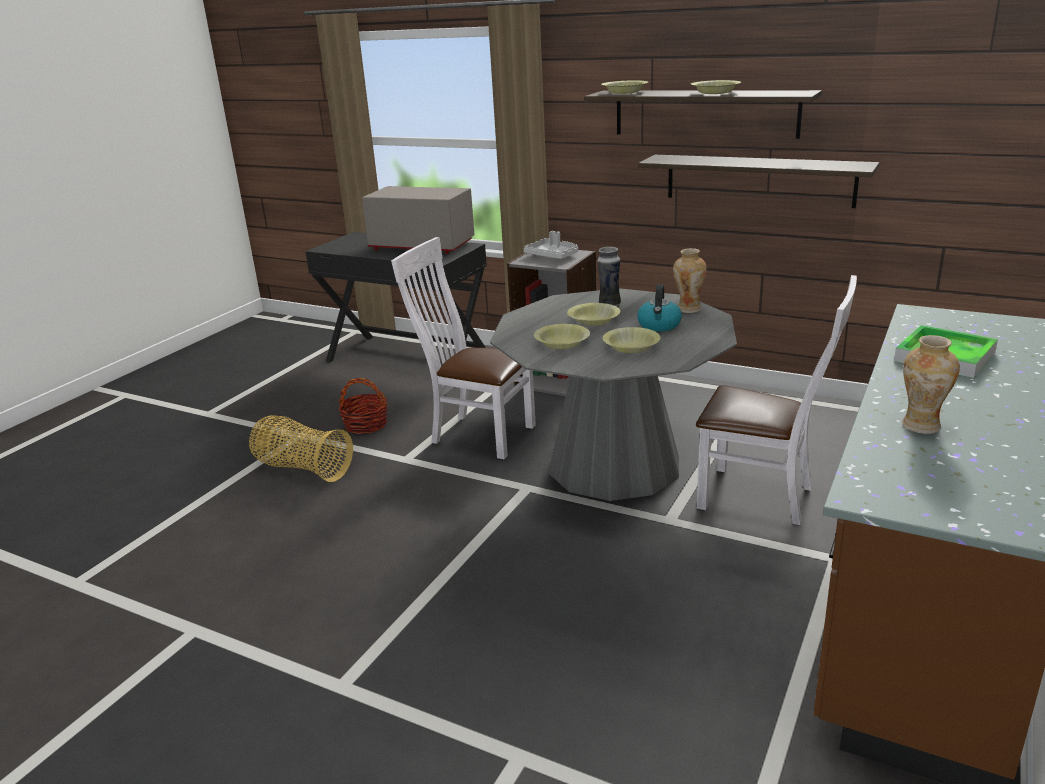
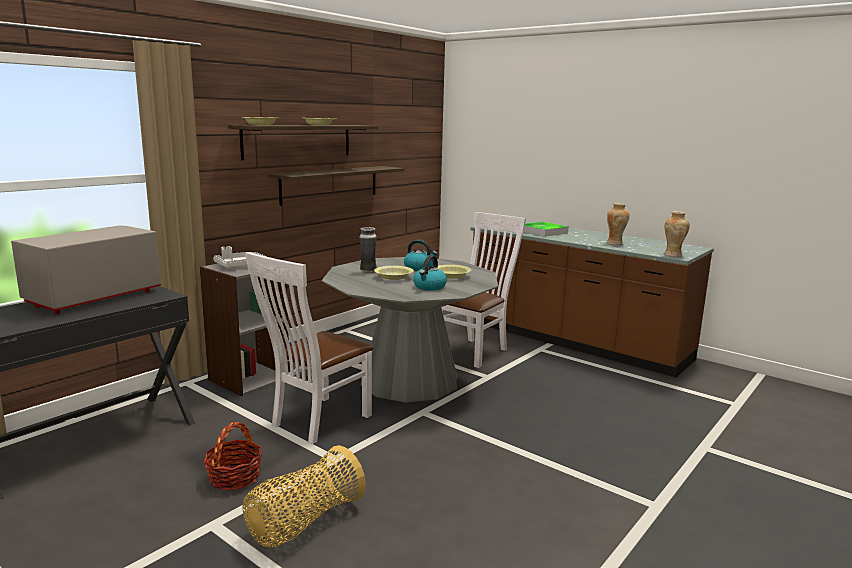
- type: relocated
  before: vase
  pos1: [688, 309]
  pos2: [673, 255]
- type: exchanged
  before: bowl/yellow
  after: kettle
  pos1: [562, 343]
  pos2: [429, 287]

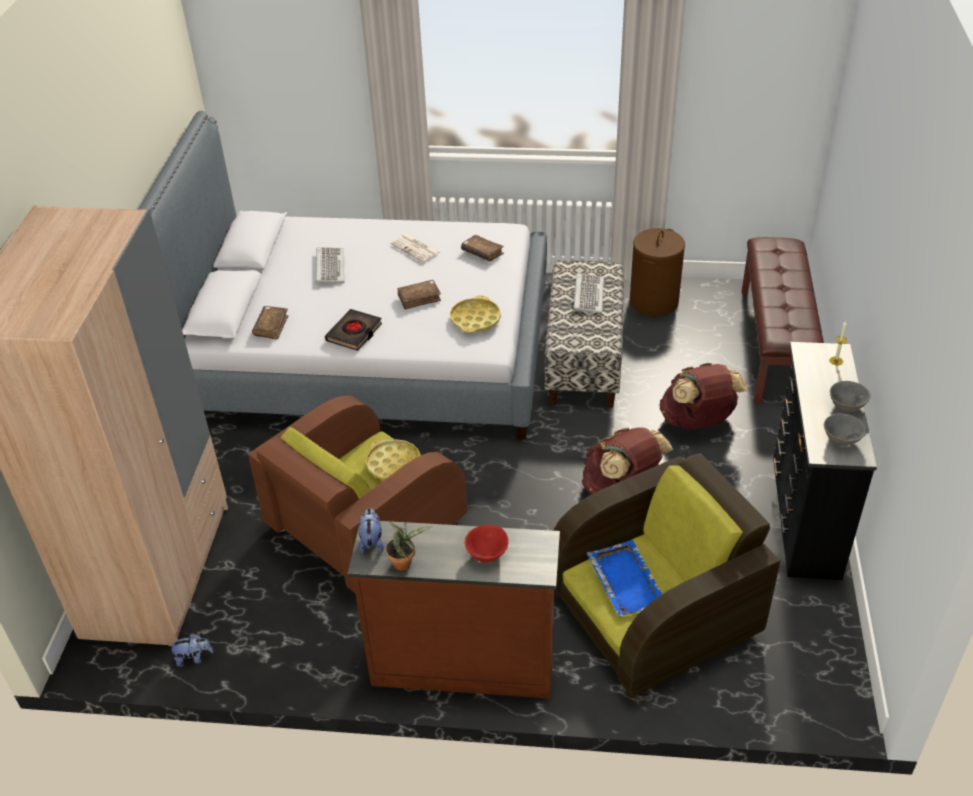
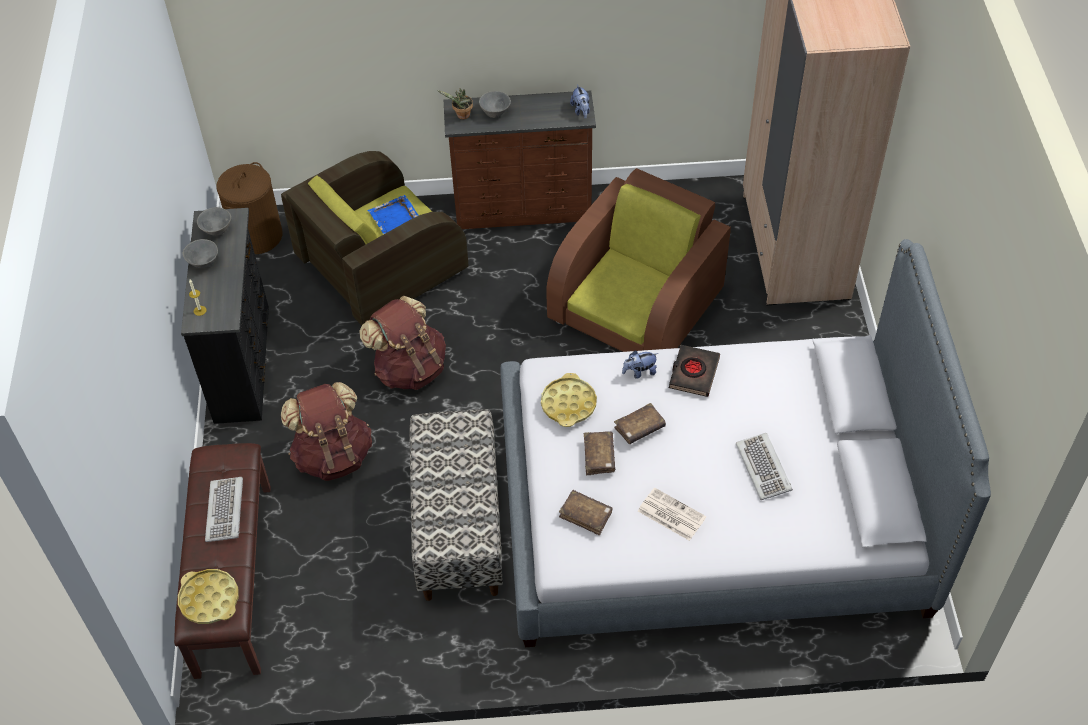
- type: relocated
  before: plush toy
  pos1: [194, 658]
  pos2: [639, 372]
- type: relocated
  before: book/brown
  pos1: [271, 327]
  pos2: [599, 456]
- type: relocated
  before: tray/yellow
  pos1: [394, 464]
  pos2: [209, 599]
- type: relocated
  before: potted plant
  pos1: [404, 562]
  pos2: [461, 116]
- type: relocated
  before: keyboard
  pos1: [588, 295]
  pos2: [225, 511]
- type: relocated
  before: laundry basket/brown
  pos1: [653, 302]
  pos2: [257, 236]
- type: colour
  before: bowl/red
  after: bowl/grey
  pos1: [486, 554]
  pos2: [496, 112]

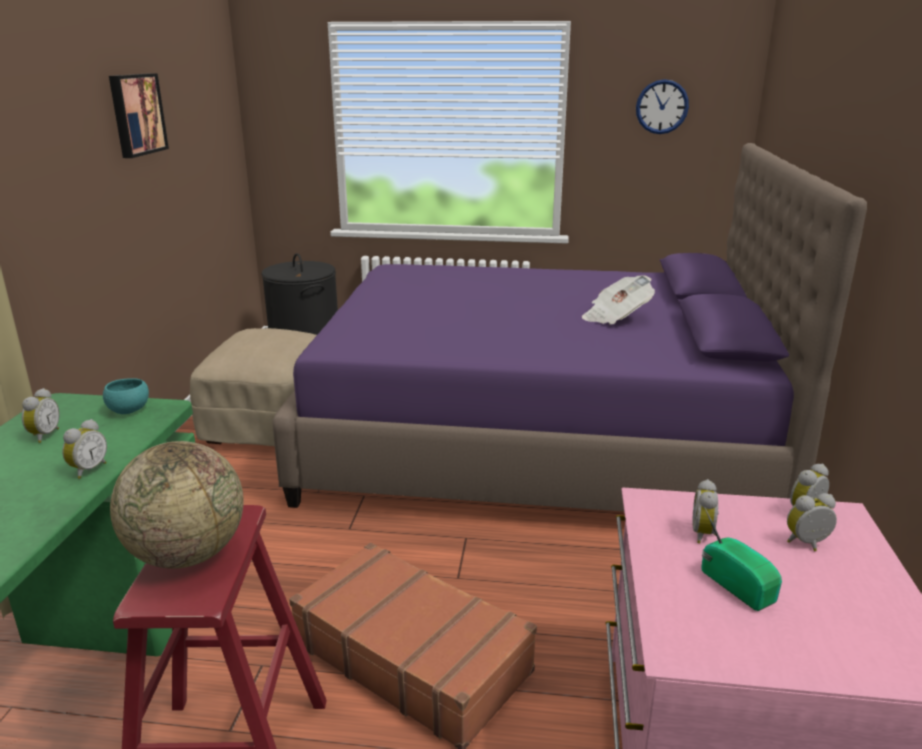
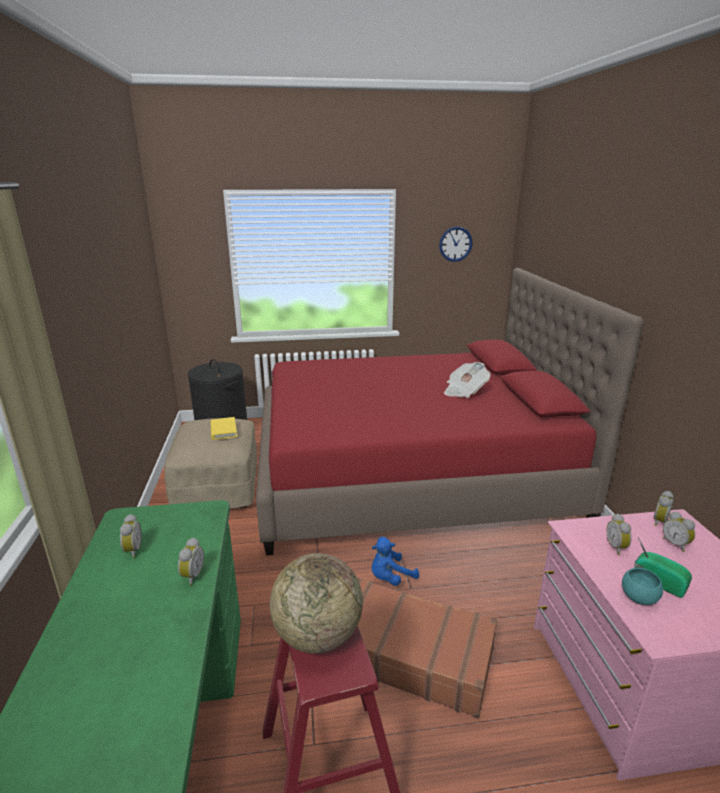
- type: missing
  before: picture
  pos1: [136, 114]
- type: appeared
  after: book/yellow
  pos2: [223, 430]
- type: appeared
  after: plush toy/blue
  pos2: [390, 578]
- type: relocated
  before: bowl/turquoise
  pos1: [129, 410]
  pos2: [638, 598]
- type: colour
  before: bed/purple
  after: bed/red
  pos1: [537, 437]
  pos2: [410, 473]
- type: spun
  before: alarm clock
  pos1: [808, 544]
  pos2: [675, 544]
  turn: -90

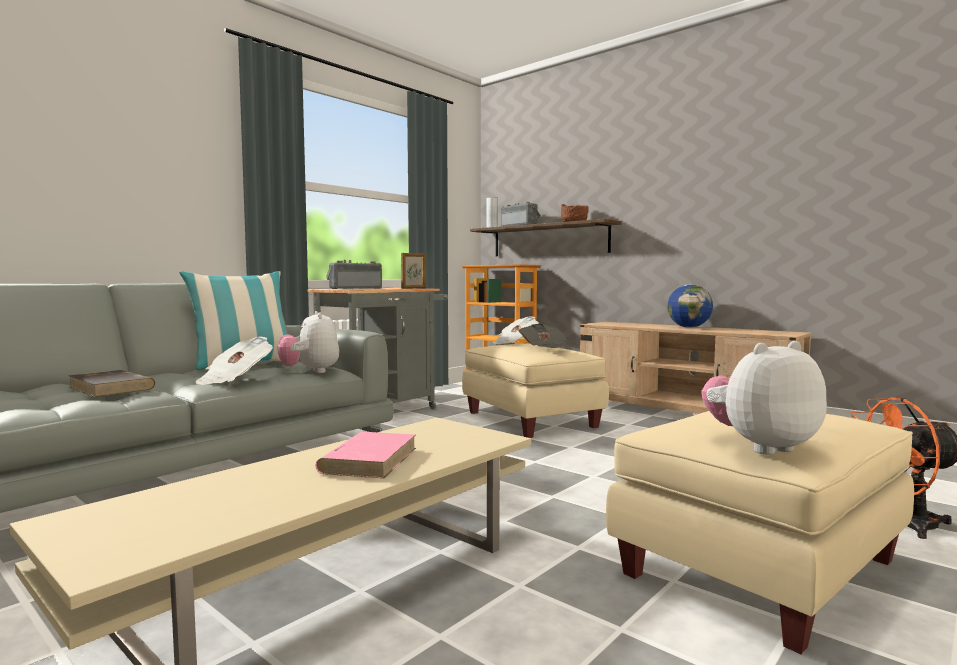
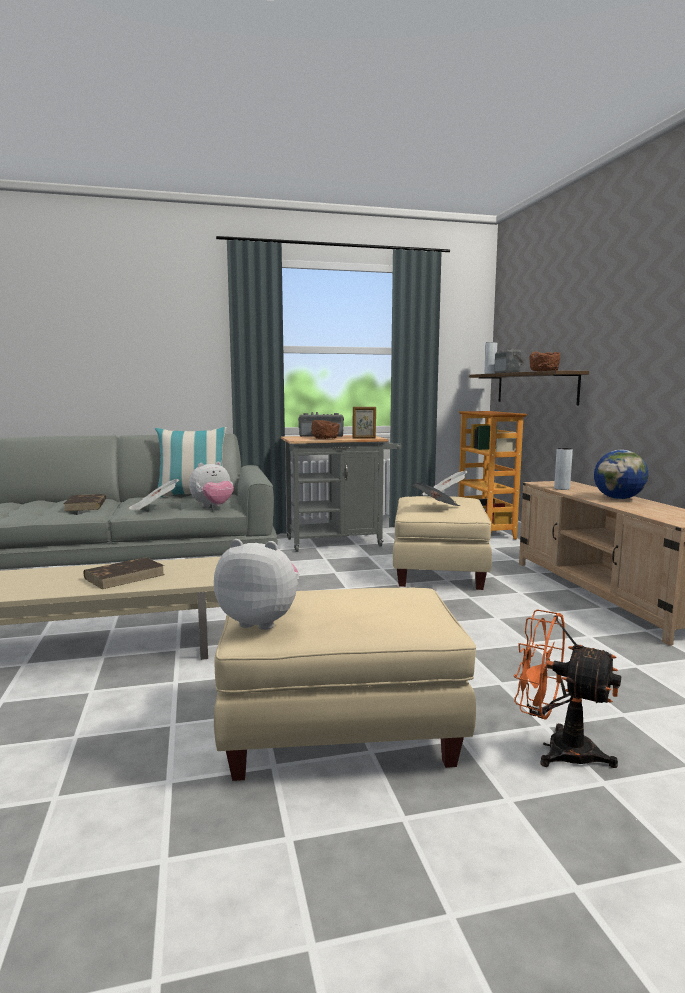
- type: appeared
  after: bowl/brown
  pos2: [325, 438]
- type: appeared
  after: vase/grey
  pos2: [562, 488]
- type: colour
  before: book/pink
  after: book/brown
  pos1: [369, 459]
  pos2: [125, 576]
- type: spun
  before: plush toy
  pos1: [310, 372]
  pos2: [213, 507]
  turn: -135

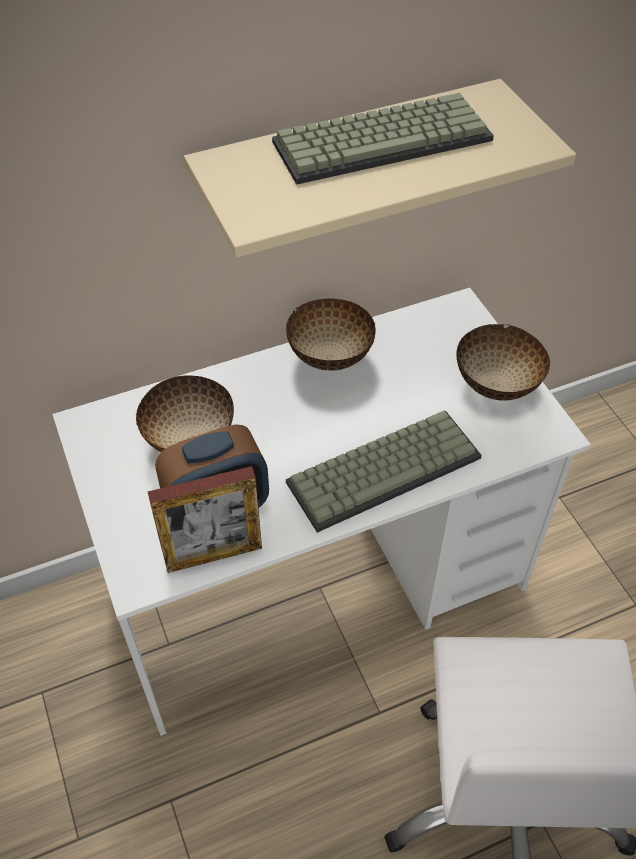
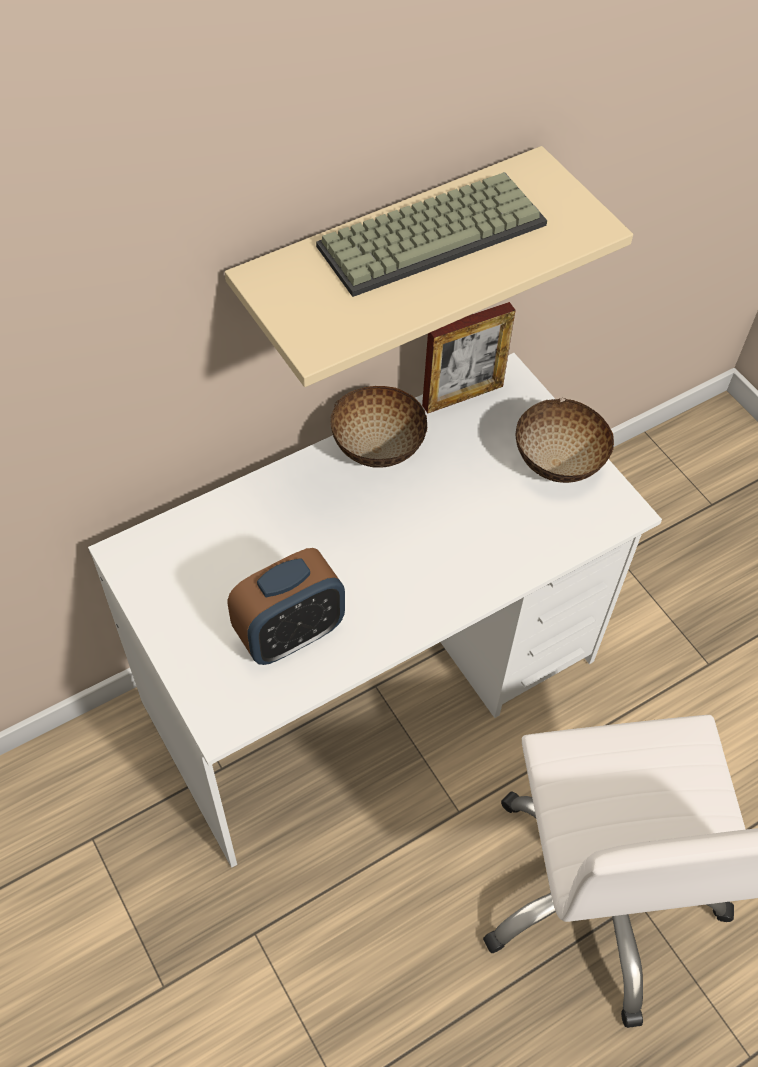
- type: missing
  before: bowl
  pos1: [188, 438]
- type: missing
  before: keyboard
  pos1: [384, 467]
- type: relocated
  before: picture frame
  pos1: [213, 555]
  pos2: [462, 396]

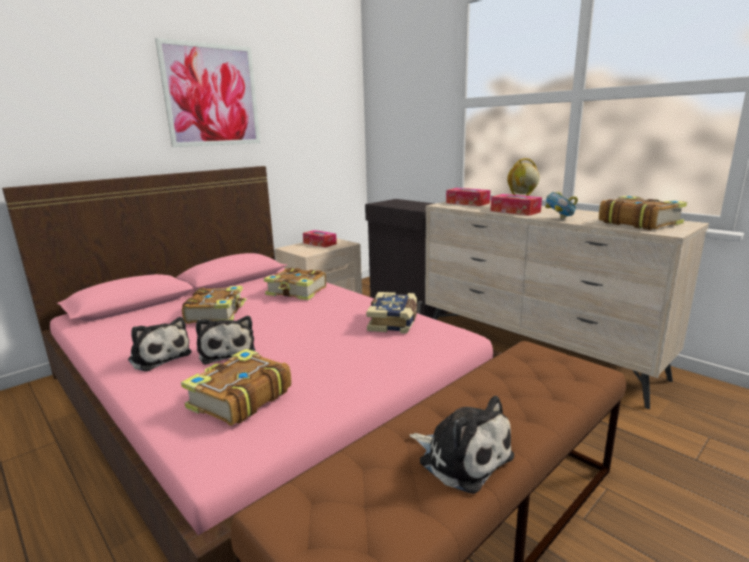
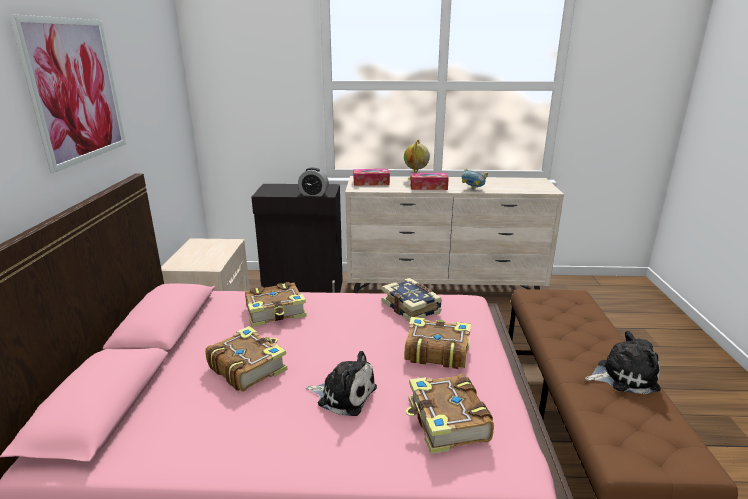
- type: missing
  before: plush toy
  pos1: [159, 356]
- type: missing
  before: tissue box
  pos1: [320, 243]
- type: appeared
  after: alarm clock
  pos2: [313, 194]
- type: relocated
  before: book
  pos1: [638, 223]
  pos2: [436, 351]

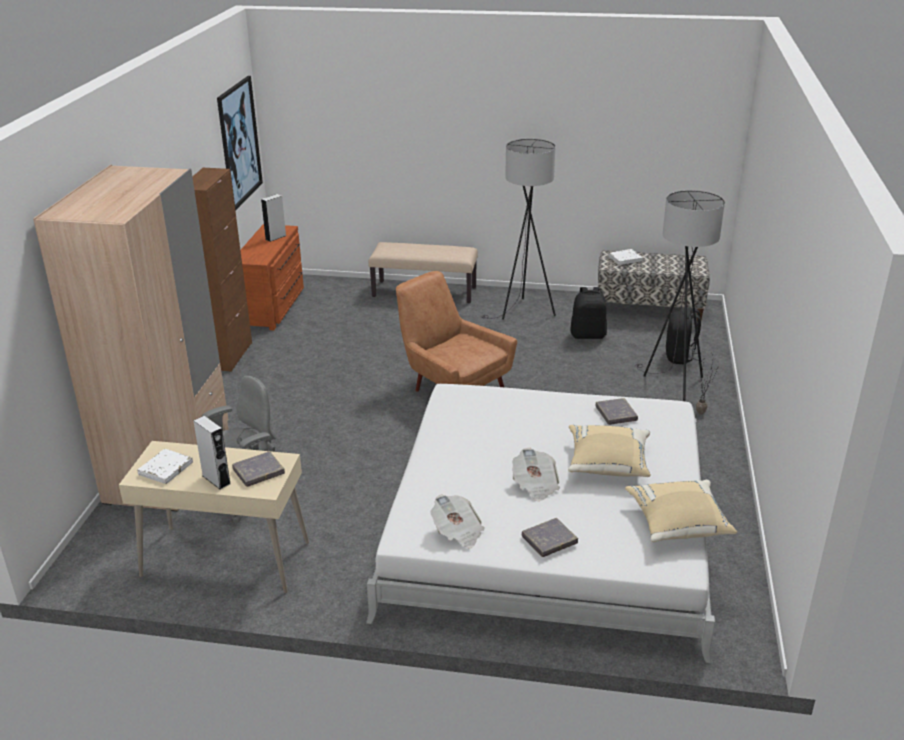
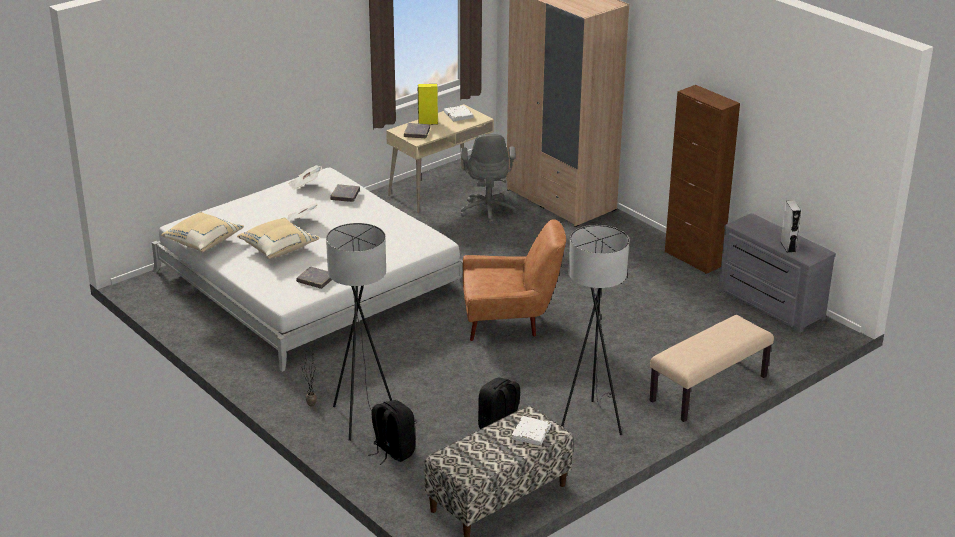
- type: missing
  before: picture
  pos1: [239, 143]
- type: relocated
  before: book/grey
  pos1: [549, 540]
  pos2: [345, 195]
- type: colour
  before: speaker/grey
  after: speaker/yellow
  pos1: [216, 479]
  pos2: [428, 123]
- type: colour
  before: dresser/brown
  after: dresser/grey
  pos1: [274, 307]
  pos2: [769, 305]

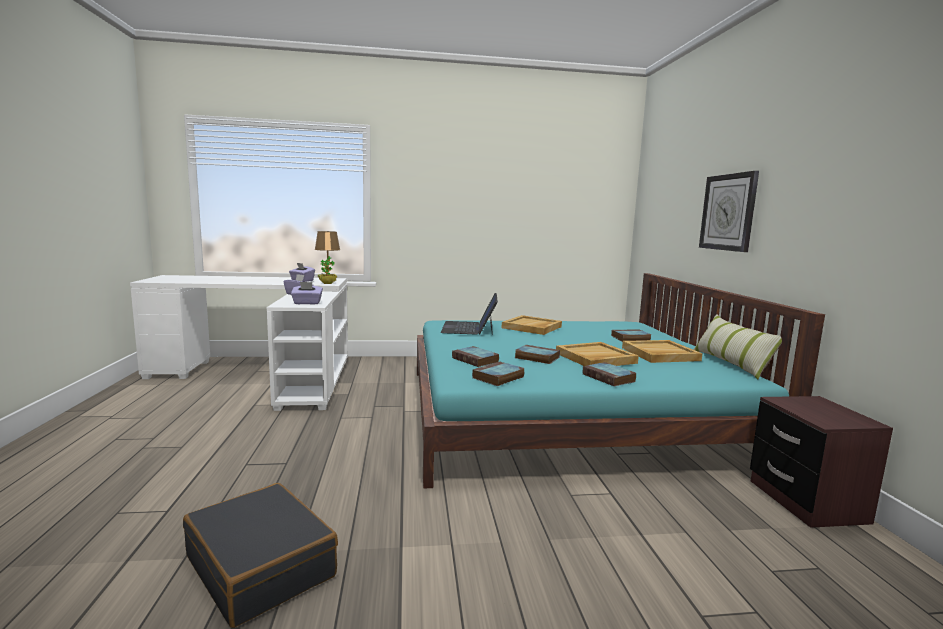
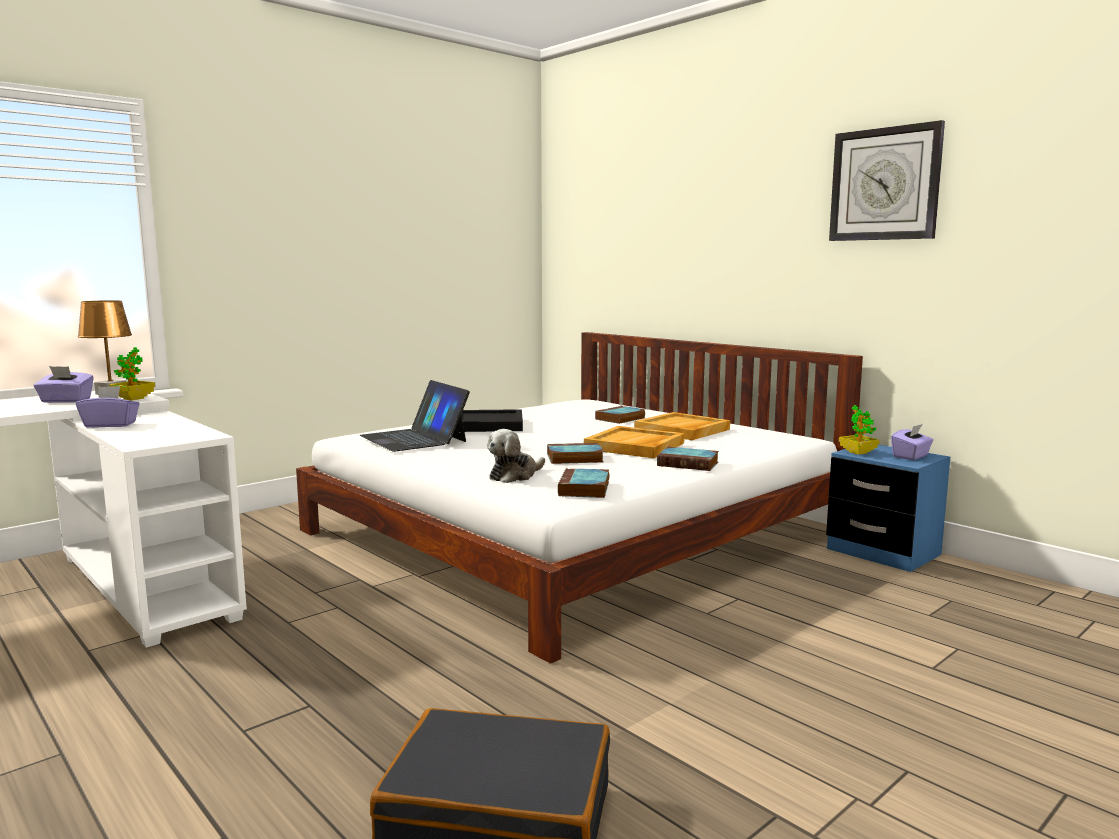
- type: missing
  before: pillow
  pos1: [731, 364]
- type: appeared
  after: potted plant
  pos2: [858, 452]
- type: relocated
  before: tissue box/purple
  pos1: [307, 303]
  pos2: [911, 456]
- type: relocated
  before: wall clock
  pos1: [728, 212]
  pos2: [885, 184]
- type: exchanged
  before: book
  after: plush toy
  pos1: [476, 360]
  pos2: [515, 475]
- type: colour
  before: bed/turquoise
  after: bed/white
  pos1: [564, 411]
  pos2: [574, 530]
- type: colour
  before: tray/beige
  after: tray/black
  pos1: [532, 327]
  pos2: [489, 425]
- type: colour
  before: nightstand/brown
  after: nightstand/blue
  pos1: [806, 501]
  pos2: [883, 552]

